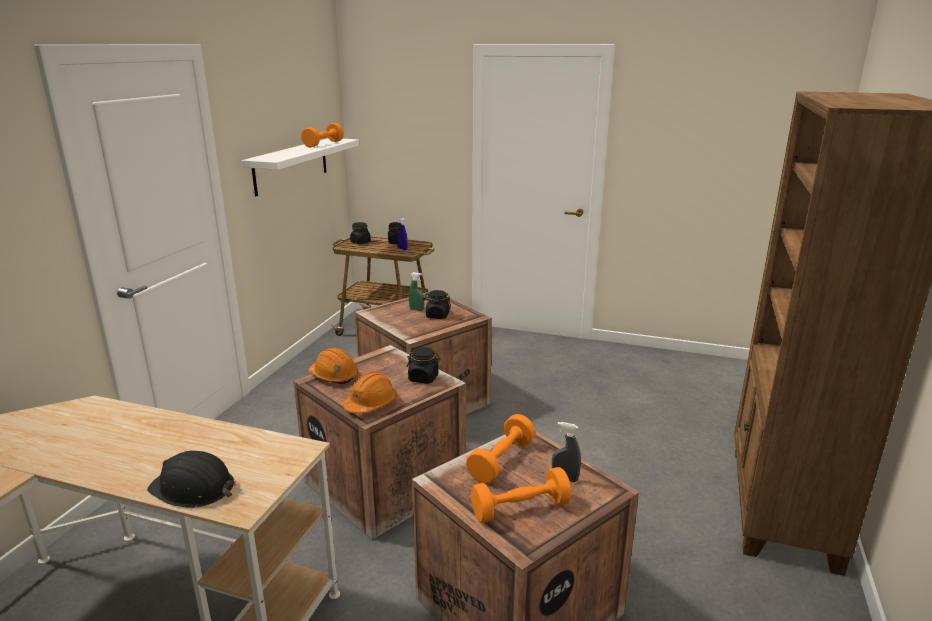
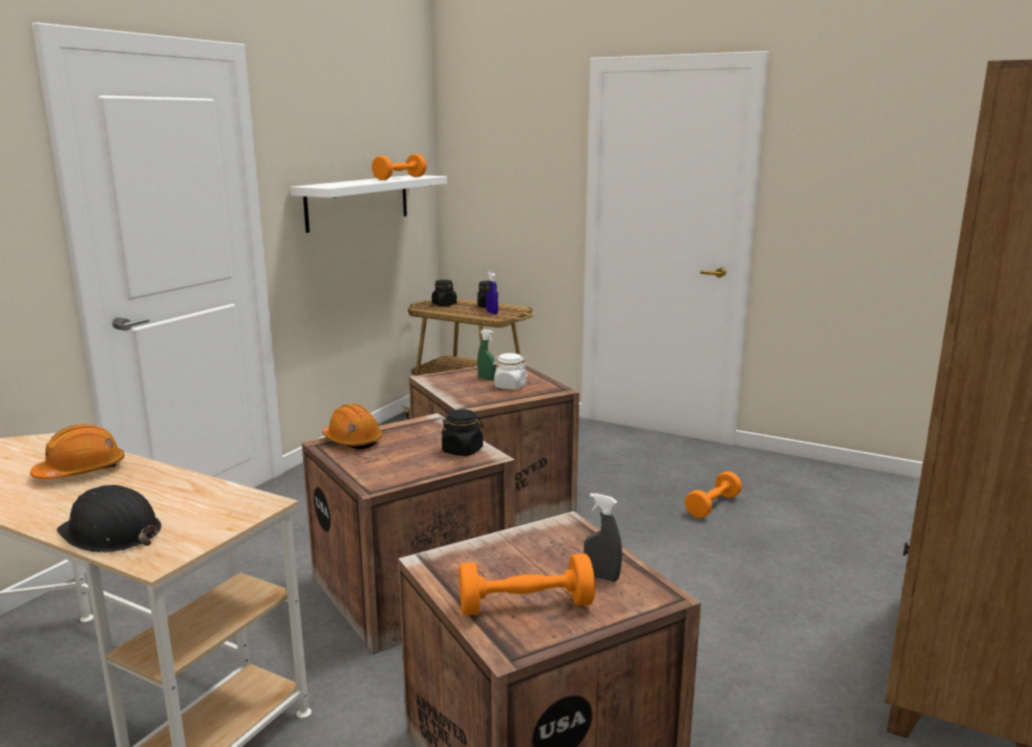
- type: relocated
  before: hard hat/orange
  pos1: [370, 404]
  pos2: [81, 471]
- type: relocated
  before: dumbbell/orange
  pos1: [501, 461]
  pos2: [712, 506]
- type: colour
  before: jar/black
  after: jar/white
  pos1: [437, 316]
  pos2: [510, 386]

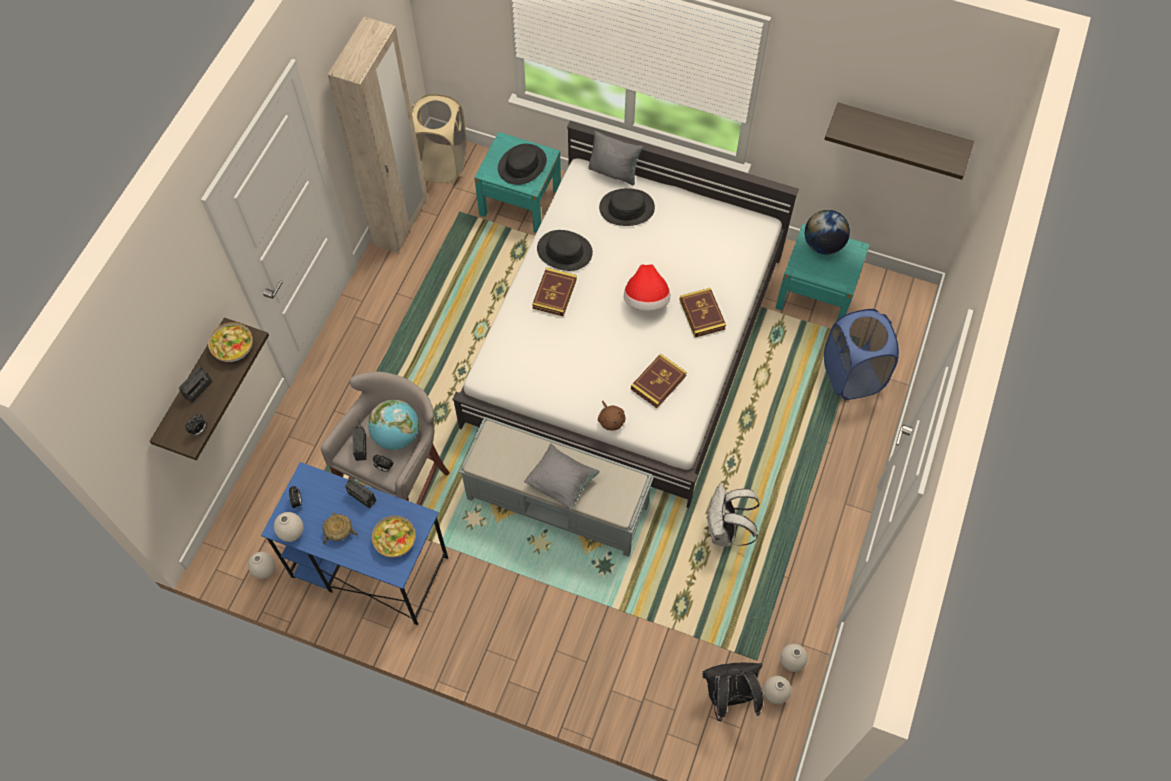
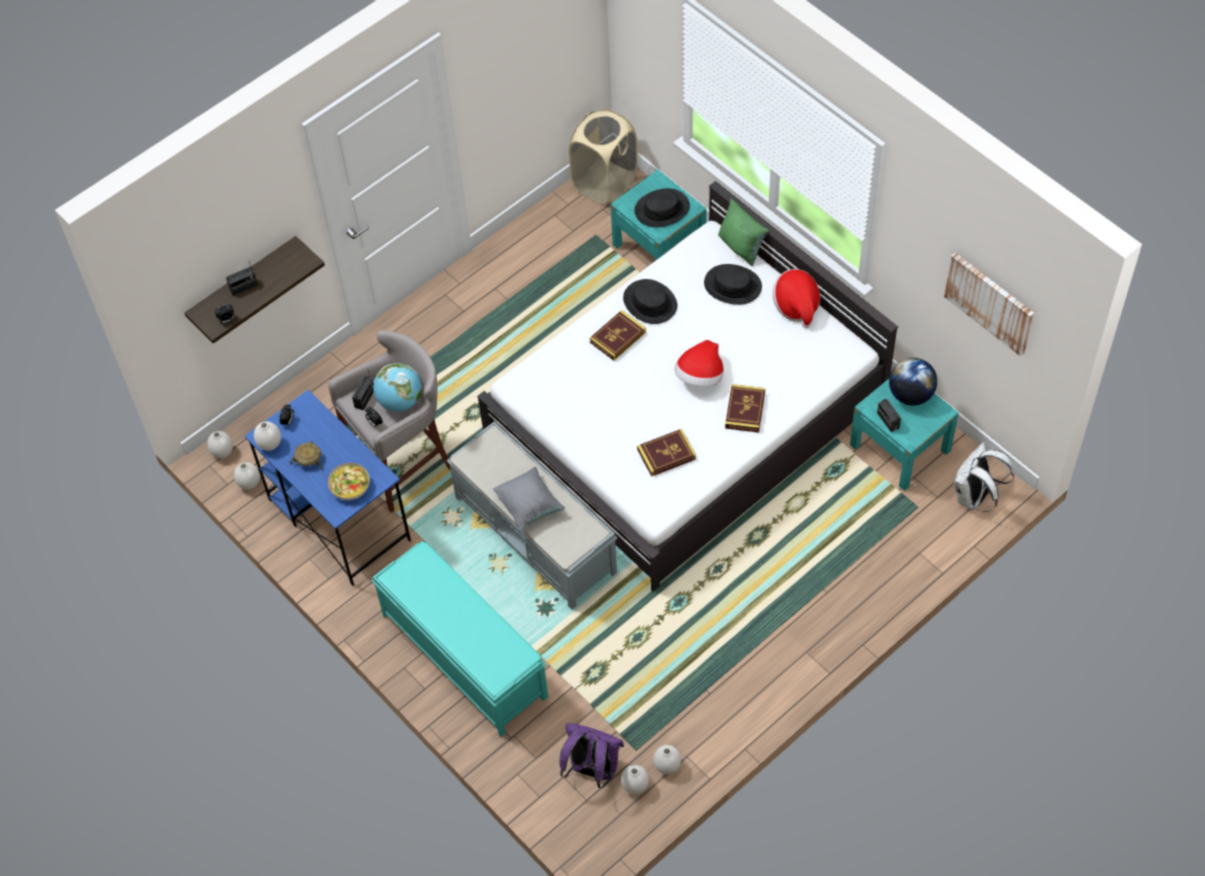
- type: missing
  before: bowl
  pos1: [233, 348]
- type: missing
  before: wardrobe/beige
  pos1: [401, 223]
- type: missing
  before: plush toy/brown
  pos1: [611, 420]
- type: missing
  before: laundry basket/blue
  pos1: [852, 375]
- type: appeared
  after: vase/white
  pos2: [222, 452]
- type: appeared
  after: bench/turquoise
  pos2: [463, 655]
- type: appeared
  after: hat
  pos2: [796, 305]
- type: relocated
  before: radio
  pos1: [362, 497]
  pos2: [888, 420]
- type: relocated
  before: backpack/white
  pos1: [725, 531]
  pos2: [974, 497]
- type: exchanged
  before: shelf
  after: picture
  pos1: [900, 134]
  pos2: [990, 302]
- type: colour
  before: pillow/grey
  after: pillow/green
  pos1: [614, 172]
  pos2: [741, 247]
- type: colour
  before: backpack/black
  after: backpack/purple
  pos1: [729, 696]
  pos2: [592, 769]

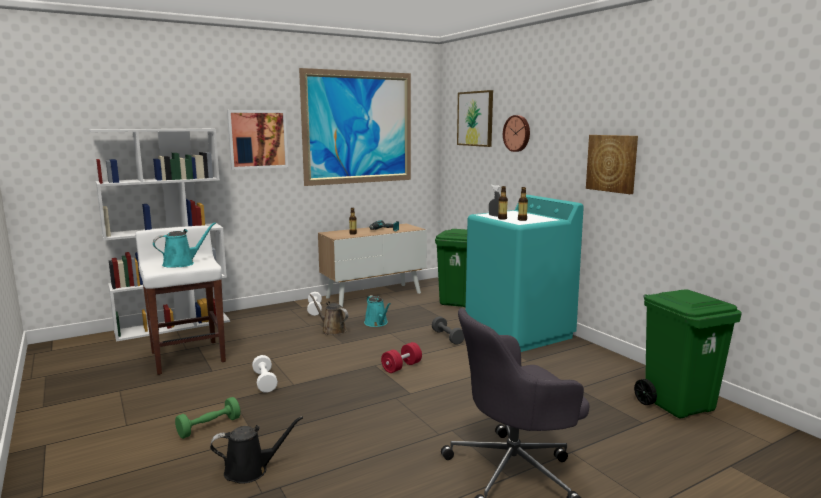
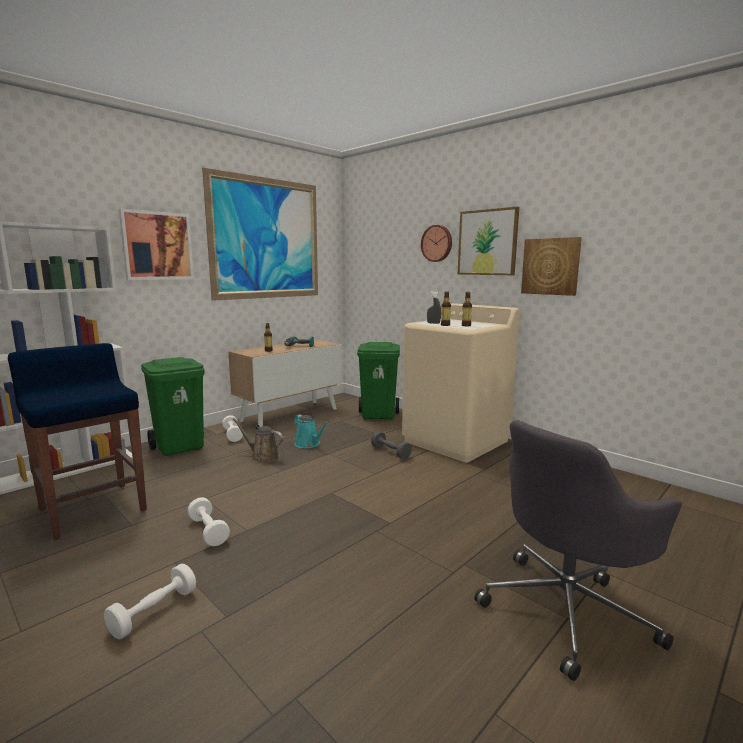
- type: missing
  before: watering can/turquoise
  pos1: [181, 263]
- type: missing
  before: watering can/black
  pos1: [250, 470]
- type: missing
  before: dumbbell/red
  pos1: [401, 367]
- type: relocated
  before: picture
  pos1: [475, 118]
  pos2: [487, 242]
- type: relocated
  before: trash can/green
  pos1: [678, 405]
  pos2: [180, 447]
- type: colour
  before: stool/white
  after: stool/blue
  pos1: [188, 356]
  pos2: [92, 509]
- type: colour
  before: dumbbell/green
  after: dumbbell/white
  pos1: [209, 427]
  pos2: [154, 612]
- type: colour
  before: washing machine/turquoise
  after: washing machine/beige
  pos1: [519, 333]
  pos2: [456, 441]

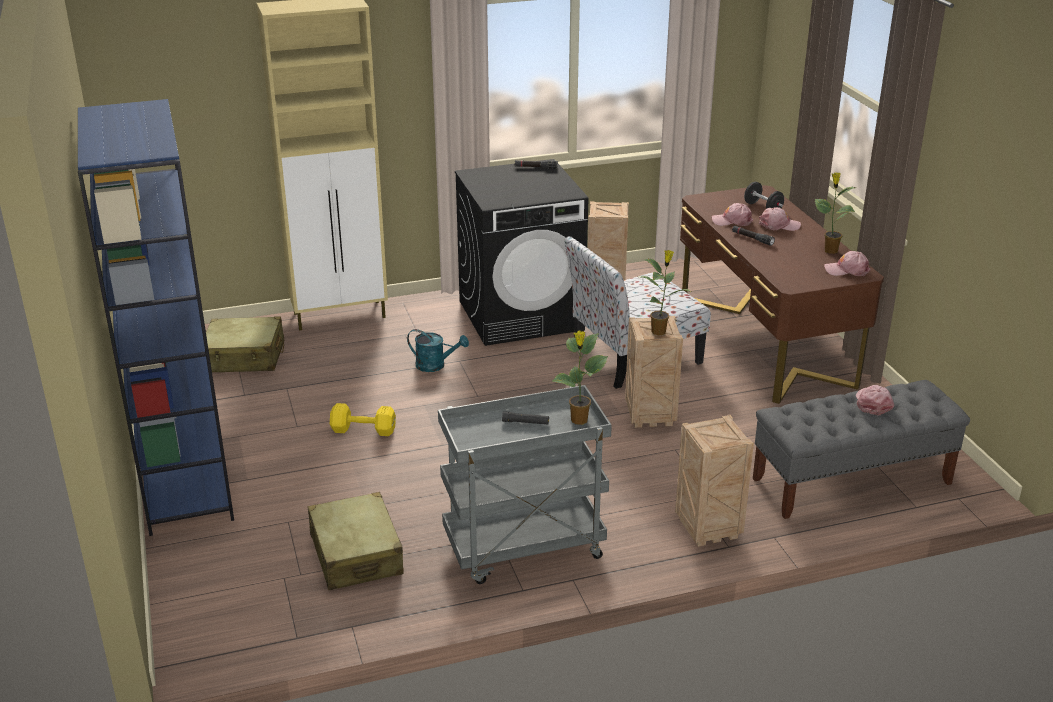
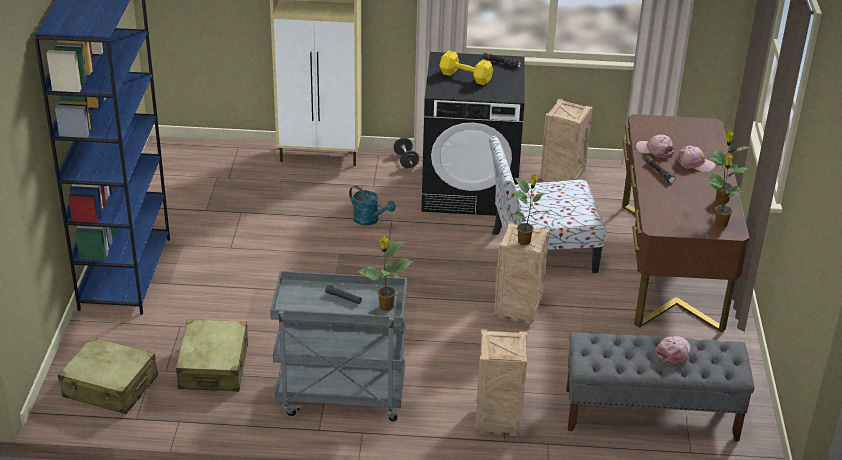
- type: relocated
  before: suitcase/beige
  pos1: [245, 357]
  pos2: [110, 387]
- type: relocated
  before: dumbbell/yellow
  pos1: [365, 430]
  pos2: [466, 77]
- type: relocated
  before: dumbbell/black
  pos1: [763, 208]
  pos2: [406, 161]
- type: exchanged
  before: cap/pink
  after: potted plant
  pos1: [847, 270]
  pos2: [720, 223]

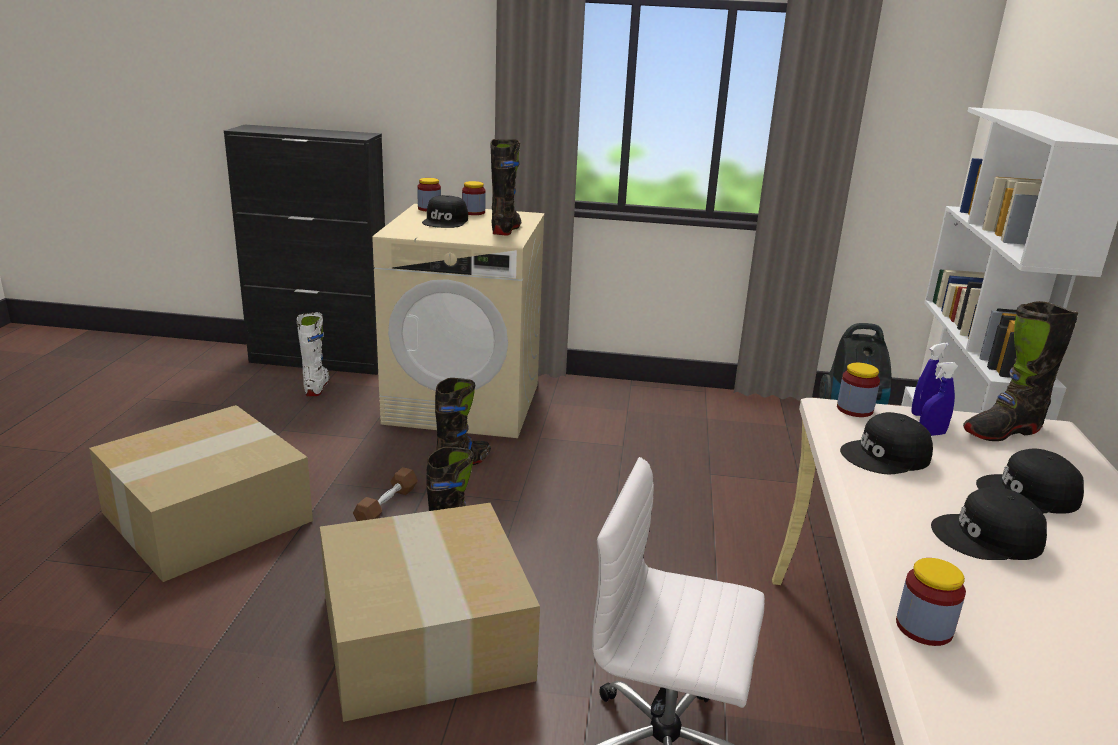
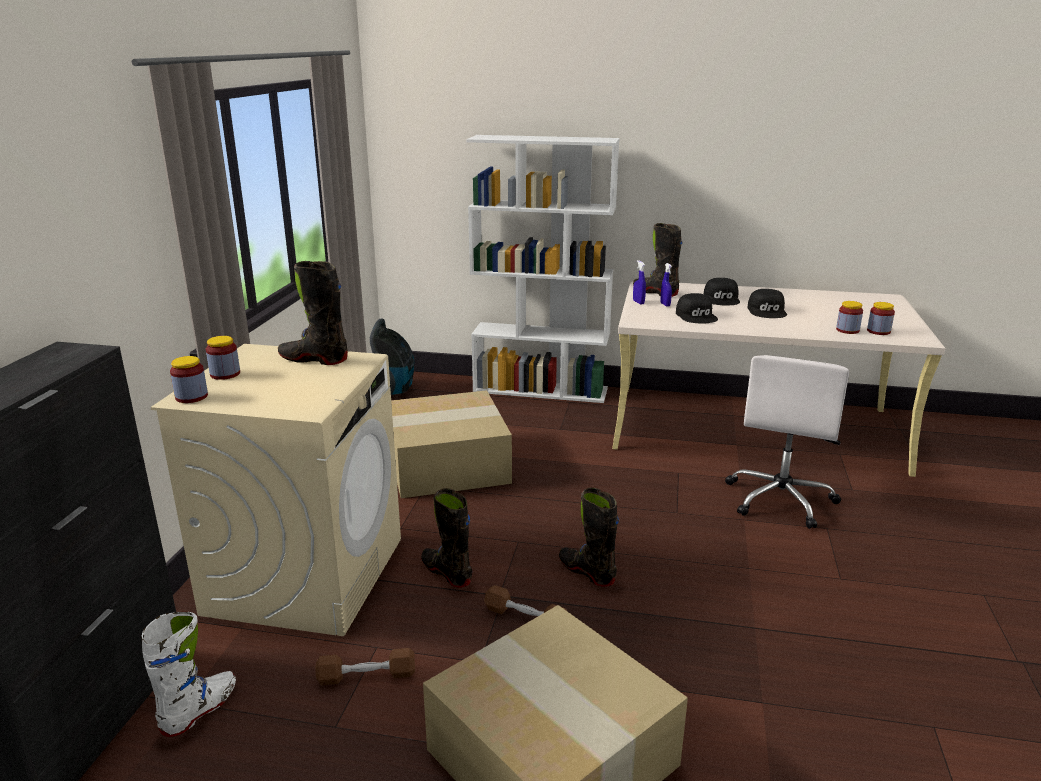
- type: missing
  before: cap/black
  pos1: [446, 221]
- type: appeared
  after: dumbbell/brown
  pos2: [366, 676]
- type: relocated
  before: cardboard box
  pos1: [428, 637]
  pos2: [448, 463]
- type: relocated
  before: jar
  pos1: [854, 409]
  pos2: [878, 331]
- type: spun
  before: boot/white
  pos1: [317, 386]
  pos2: [200, 710]
  turn: 120
- type: spun
  before: boot/black
  pos1: [1002, 432]
  pos2: [655, 292]
  turn: 150

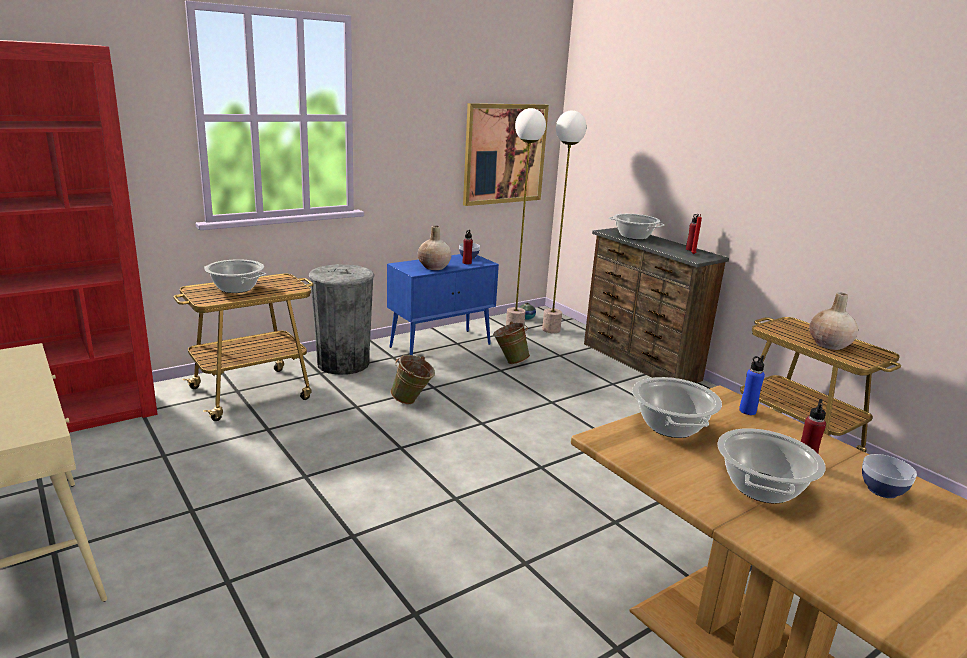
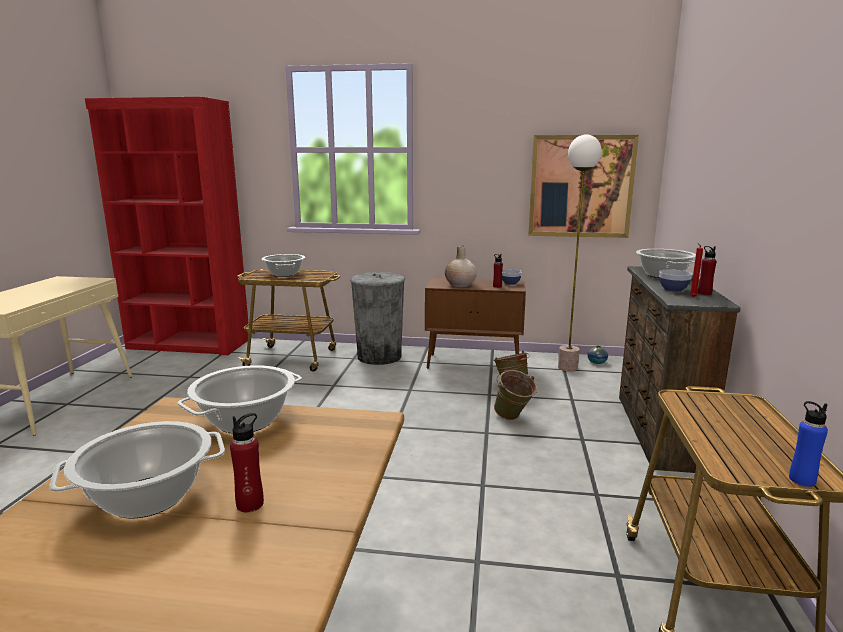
- type: missing
  before: floor lamp
  pos1: [551, 329]
- type: missing
  before: vase/beige
  pos1: [829, 345]
- type: relocated
  before: bucket/green
  pos1: [412, 402]
  pos2: [513, 418]
- type: relocated
  before: bottle/blue
  pos1: [747, 411]
  pos2: [801, 480]
- type: relocated
  before: bowl
  pos1: [882, 490]
  pos2: [673, 289]
- type: colour
  before: cabinet/blue
  after: cabinet/brown
  pos1: [441, 345]
  pos2: [474, 364]

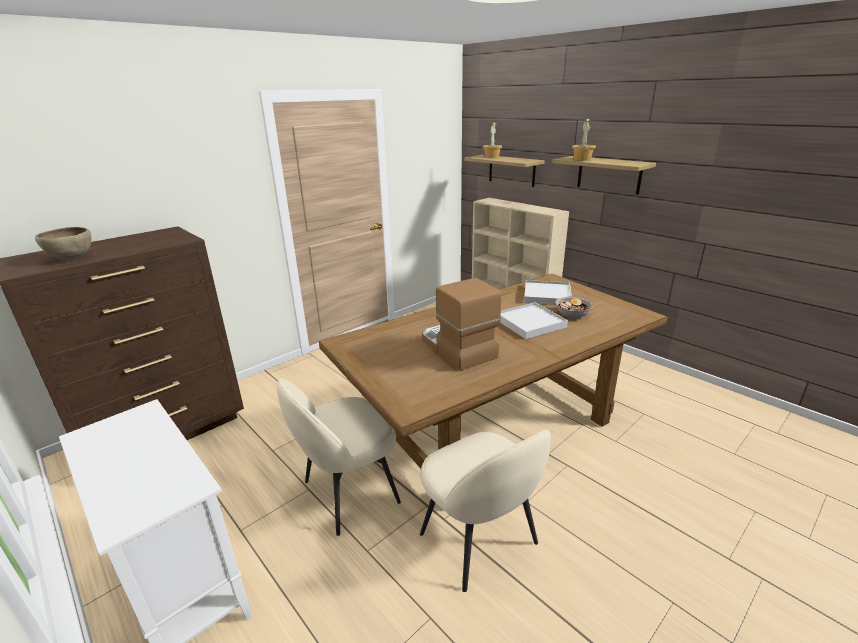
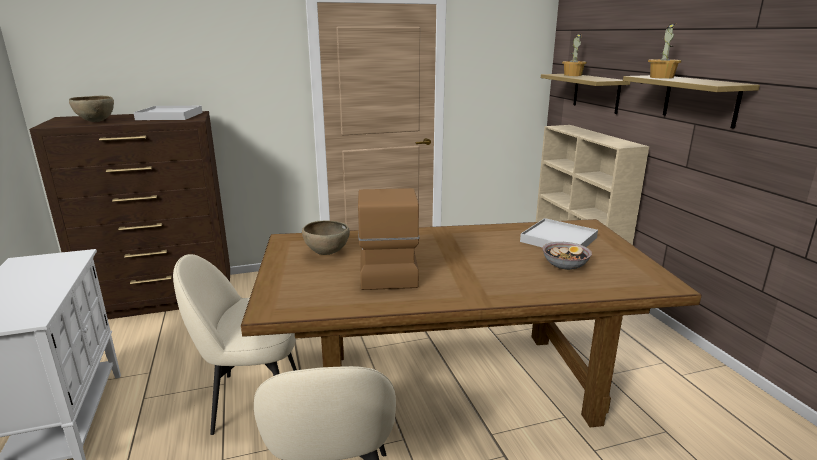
- type: appeared
  after: bowl/brown
  pos2: [327, 254]
- type: relocated
  before: tray/white
  pos1: [530, 323]
  pos2: [170, 116]

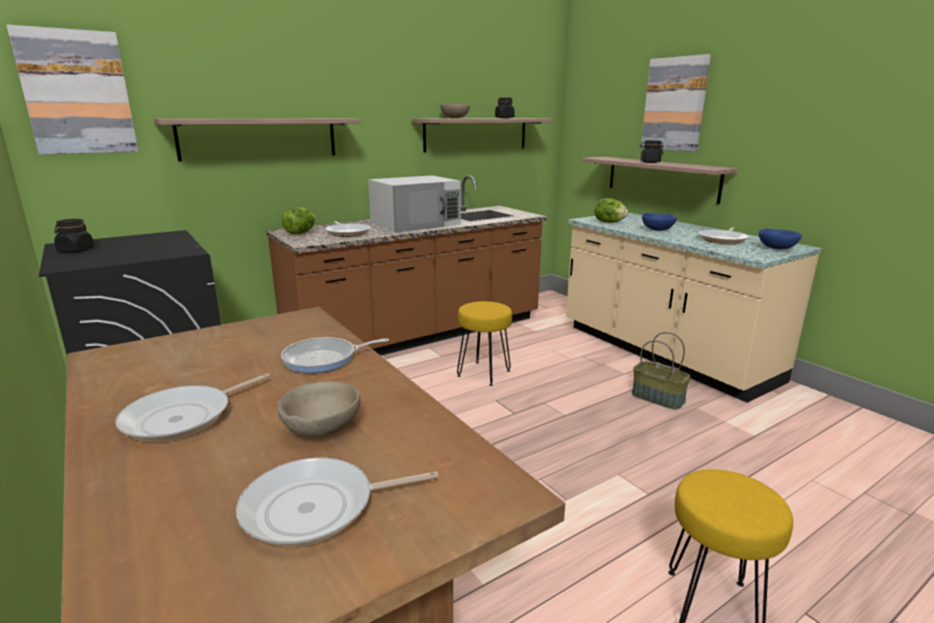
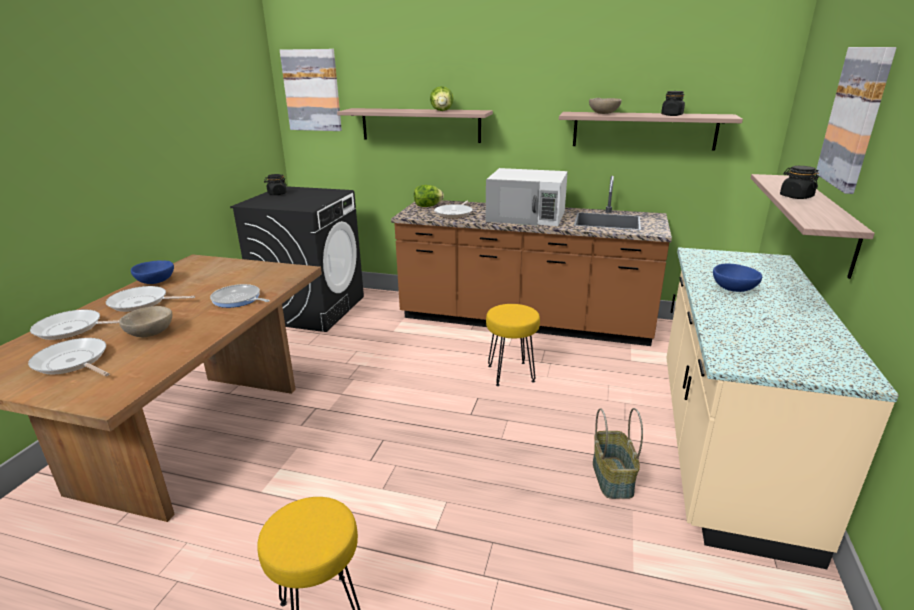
- type: relocated
  before: lettuce
  pos1: [609, 222]
  pos2: [442, 111]
- type: relocated
  before: frying pan
  pos1: [723, 240]
  pos2: [72, 329]
- type: relocated
  before: bowl/blue
  pos1: [777, 248]
  pos2: [155, 282]

